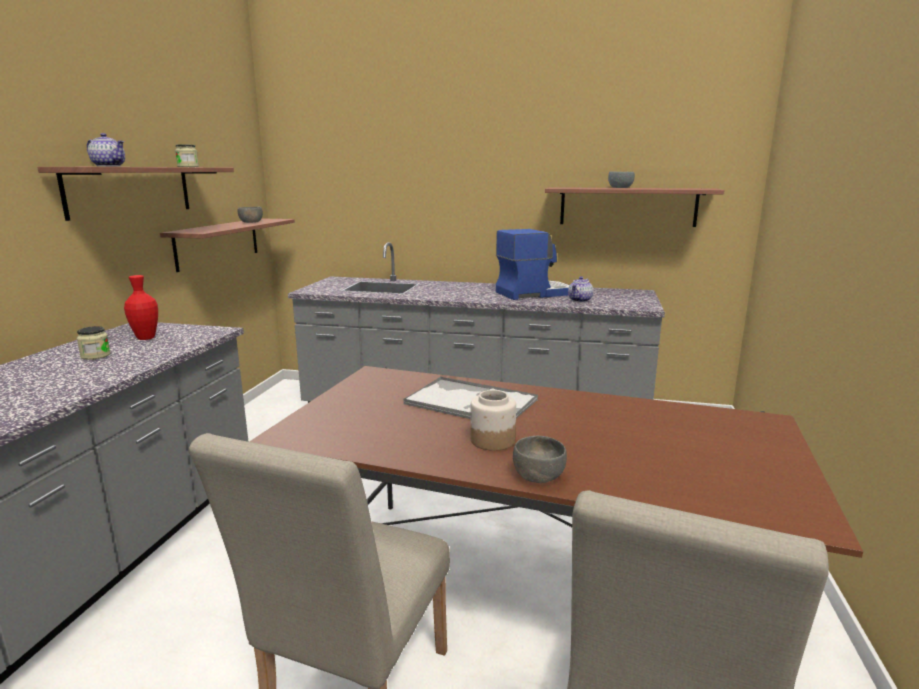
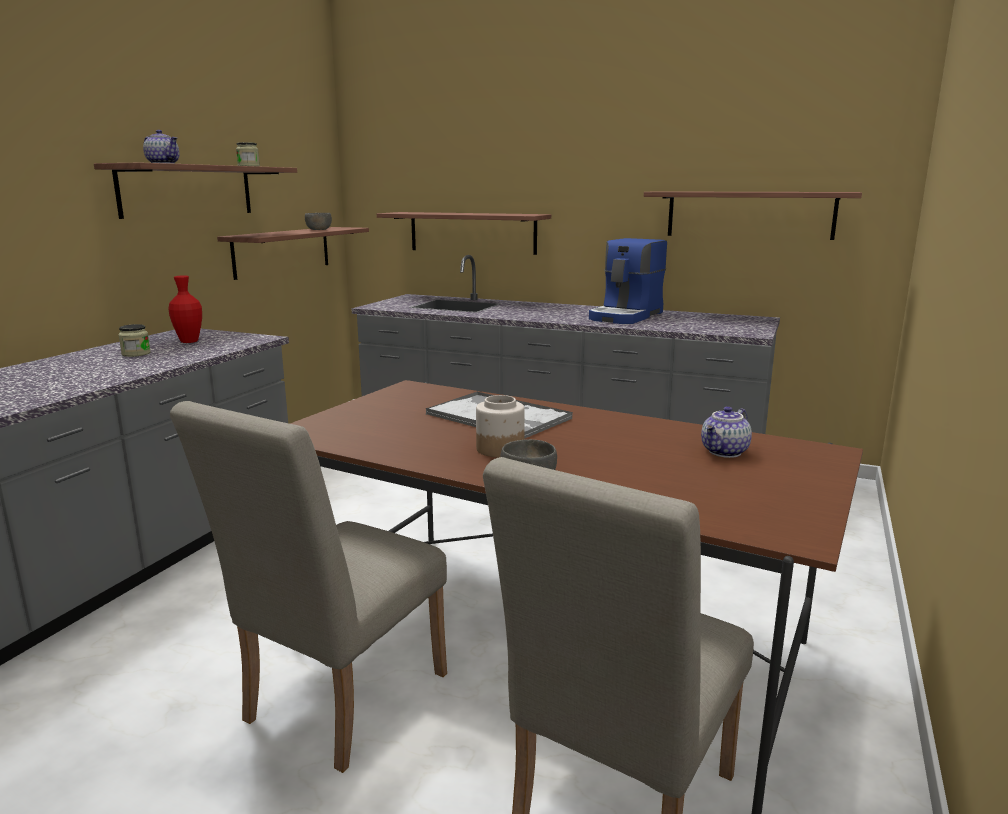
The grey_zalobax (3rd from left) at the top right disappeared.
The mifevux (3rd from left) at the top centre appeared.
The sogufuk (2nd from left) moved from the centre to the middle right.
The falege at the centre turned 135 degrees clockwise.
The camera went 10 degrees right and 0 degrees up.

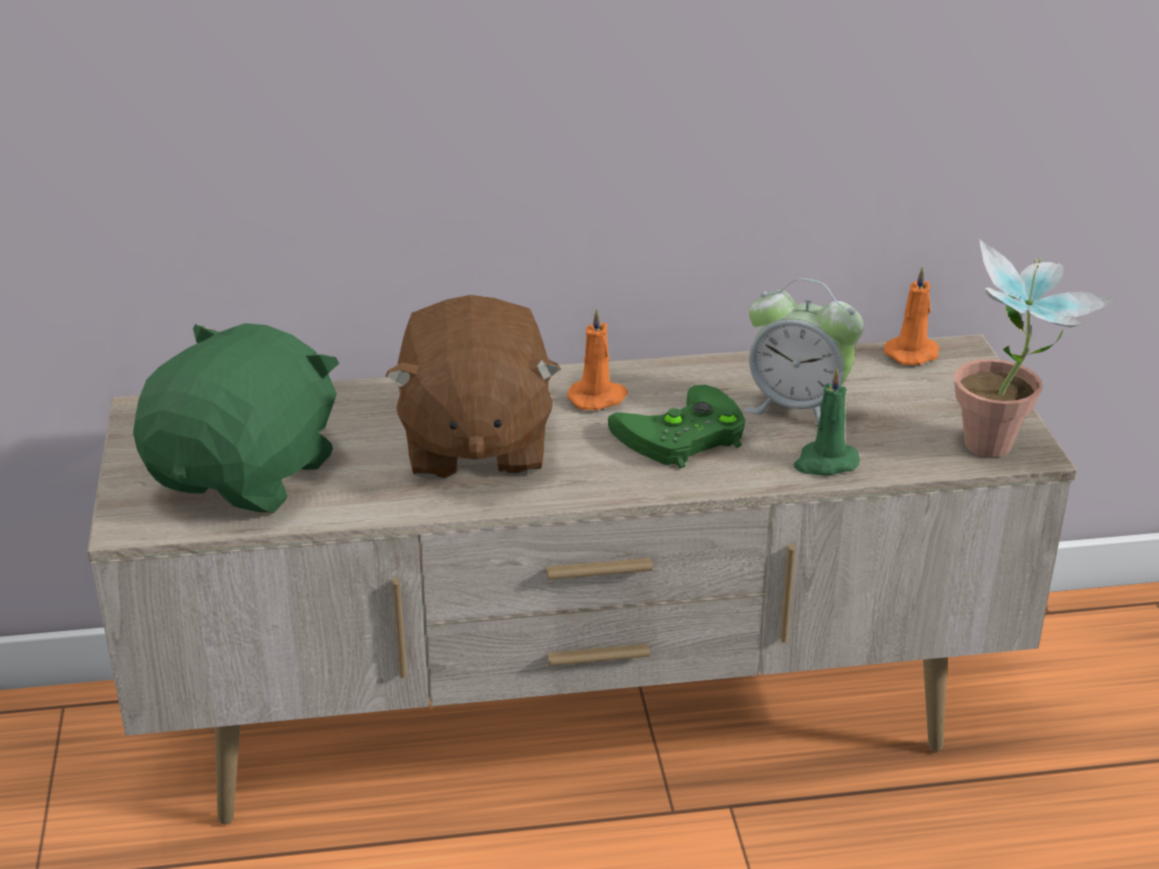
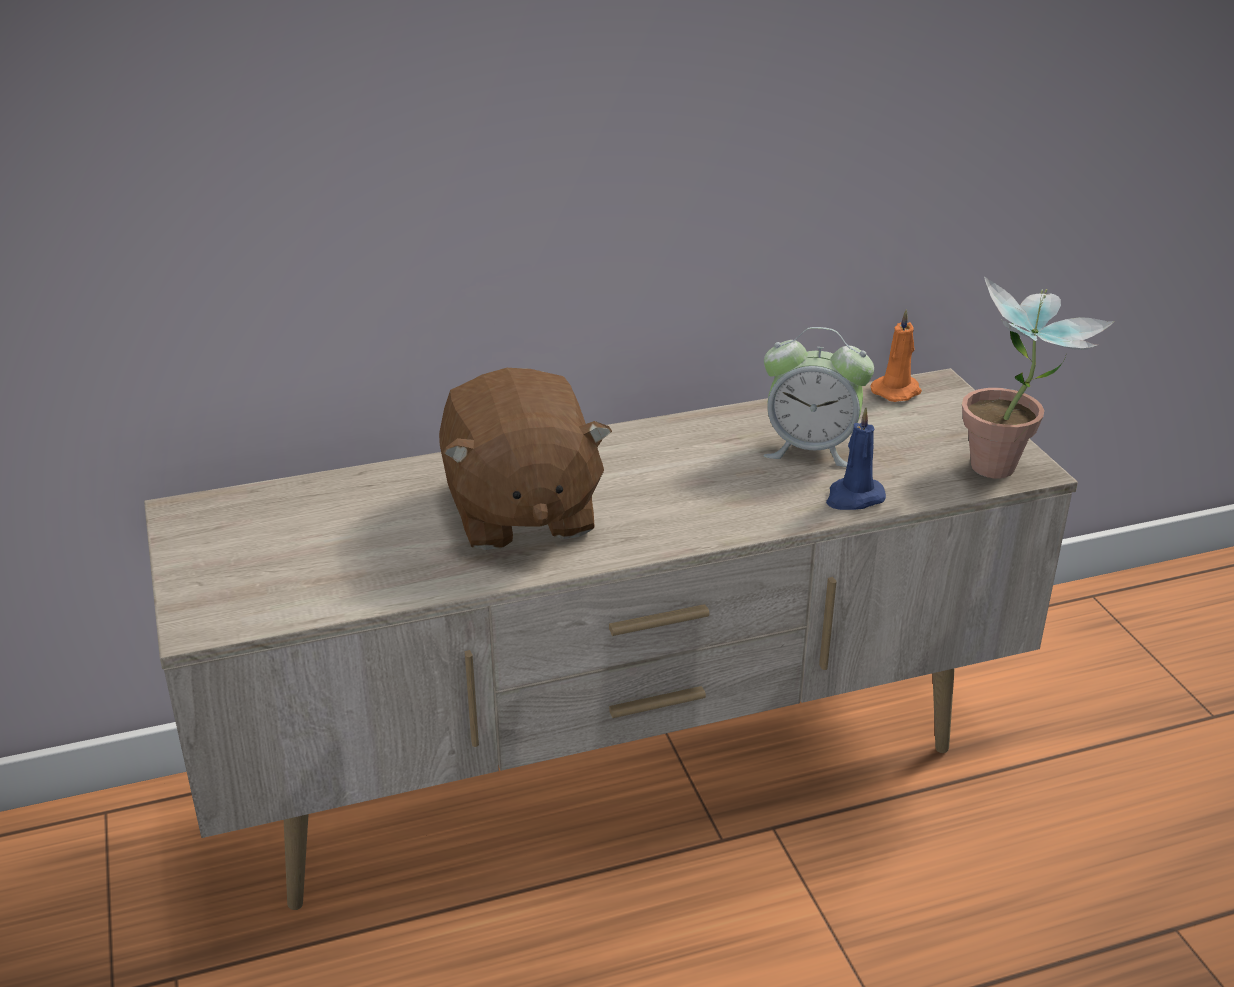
The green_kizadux at the middle left disappeared.
The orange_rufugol (1st from left) at the centre disappeared.
The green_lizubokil at the centre disappeared.
The green_rufugol at the middle right became the blue_rufugol at the middle right.
The camera went 10 degrees left and 0 degrees up.

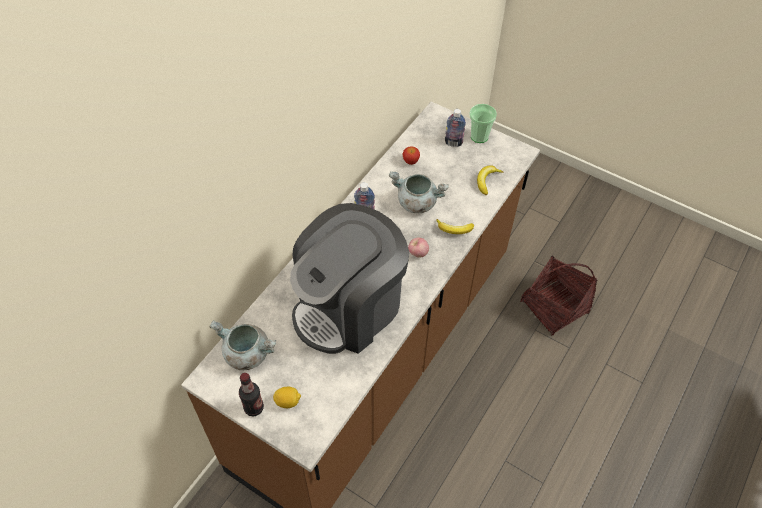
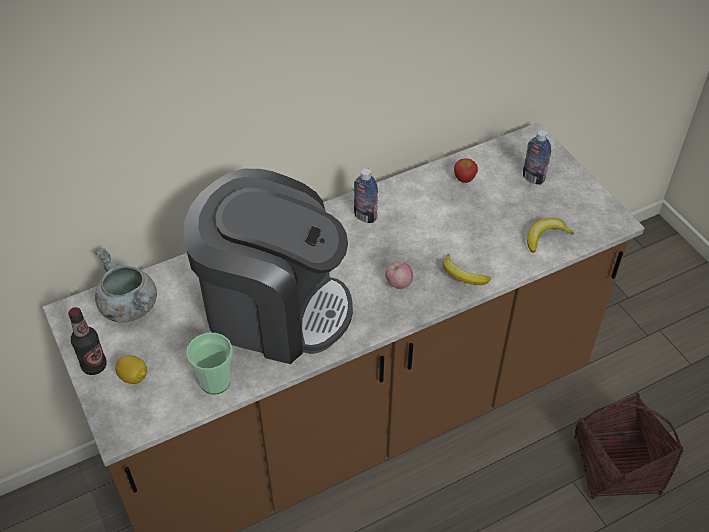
The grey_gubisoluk (2nd from left) at the centre disappeared.
The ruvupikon moved from the top centre to the bottom left.
The falege at the centre turned 150 degrees counterclockwise.
The camera went 30 degrees right and 5 degrees down.

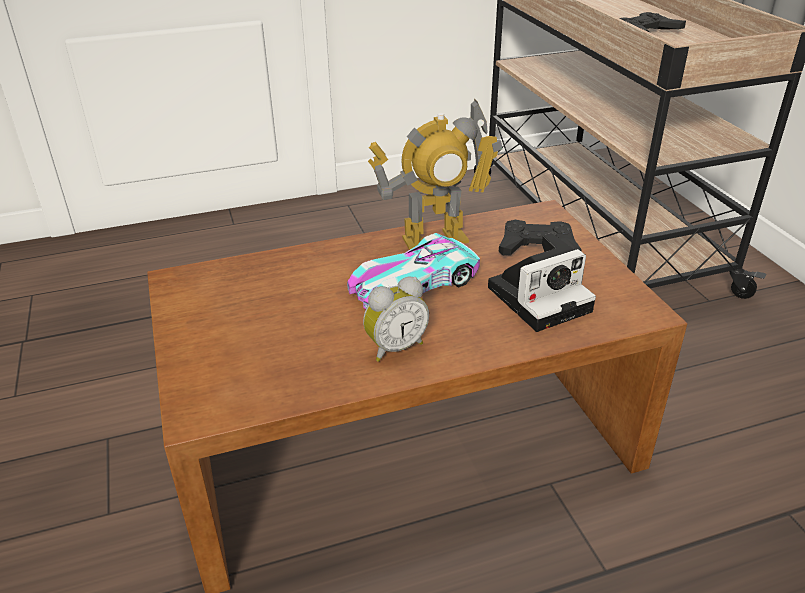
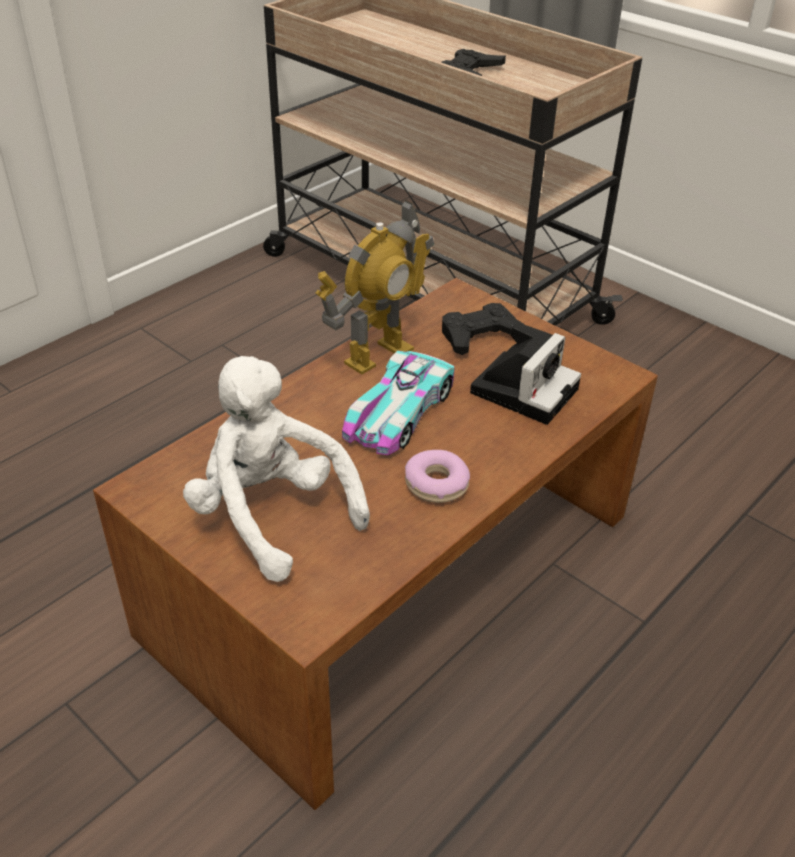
The white_kizadux at the centre appeared.
The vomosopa at the centre was replaced by the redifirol at the centre.
The camera went 30 degrees left and 5 degrees up.

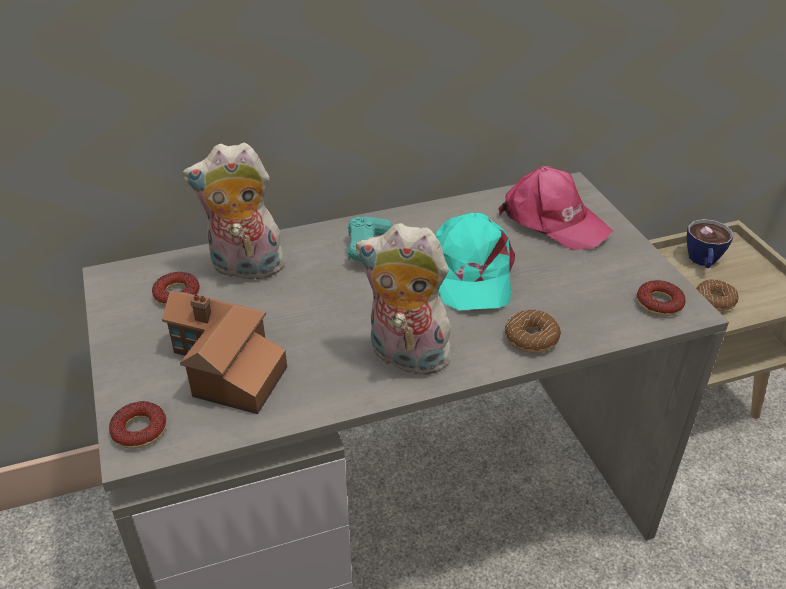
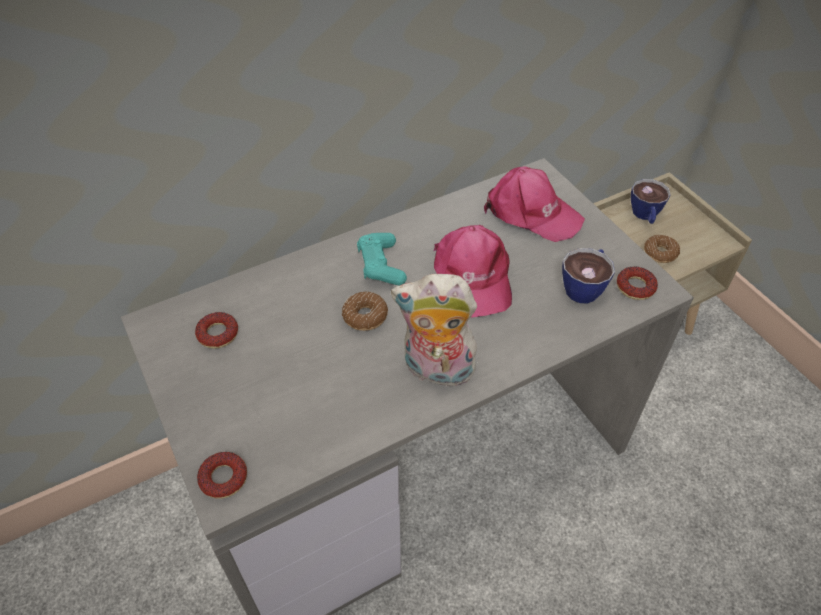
The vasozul at the middle left disappeared.
The kizadux (1st from left) at the middle left disappeared.
The ruvupikon (1st from left) at the middle right appeared.
The redifirol (3rd from left) moved from the middle right to the centre.
The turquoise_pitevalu at the centre became the pink_pitevalu (1st from left) at the centre.
The camera went 10 degrees left and 10 degrees up.

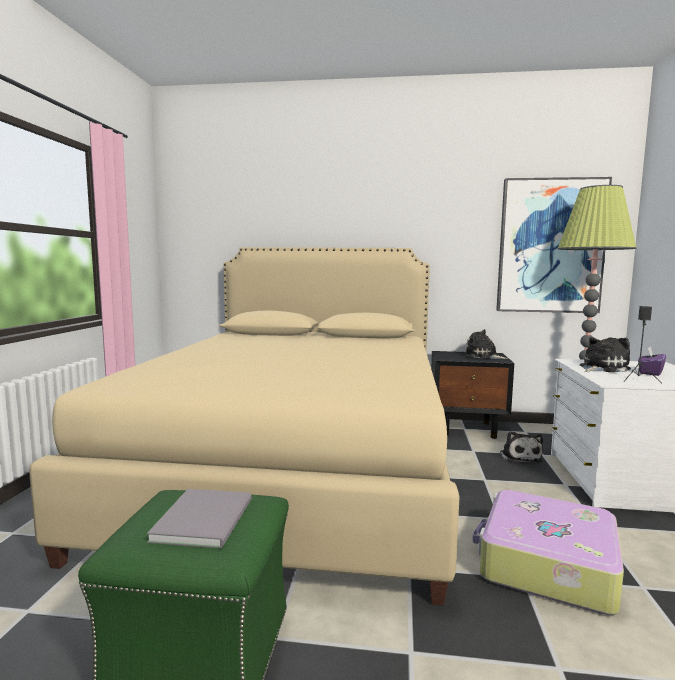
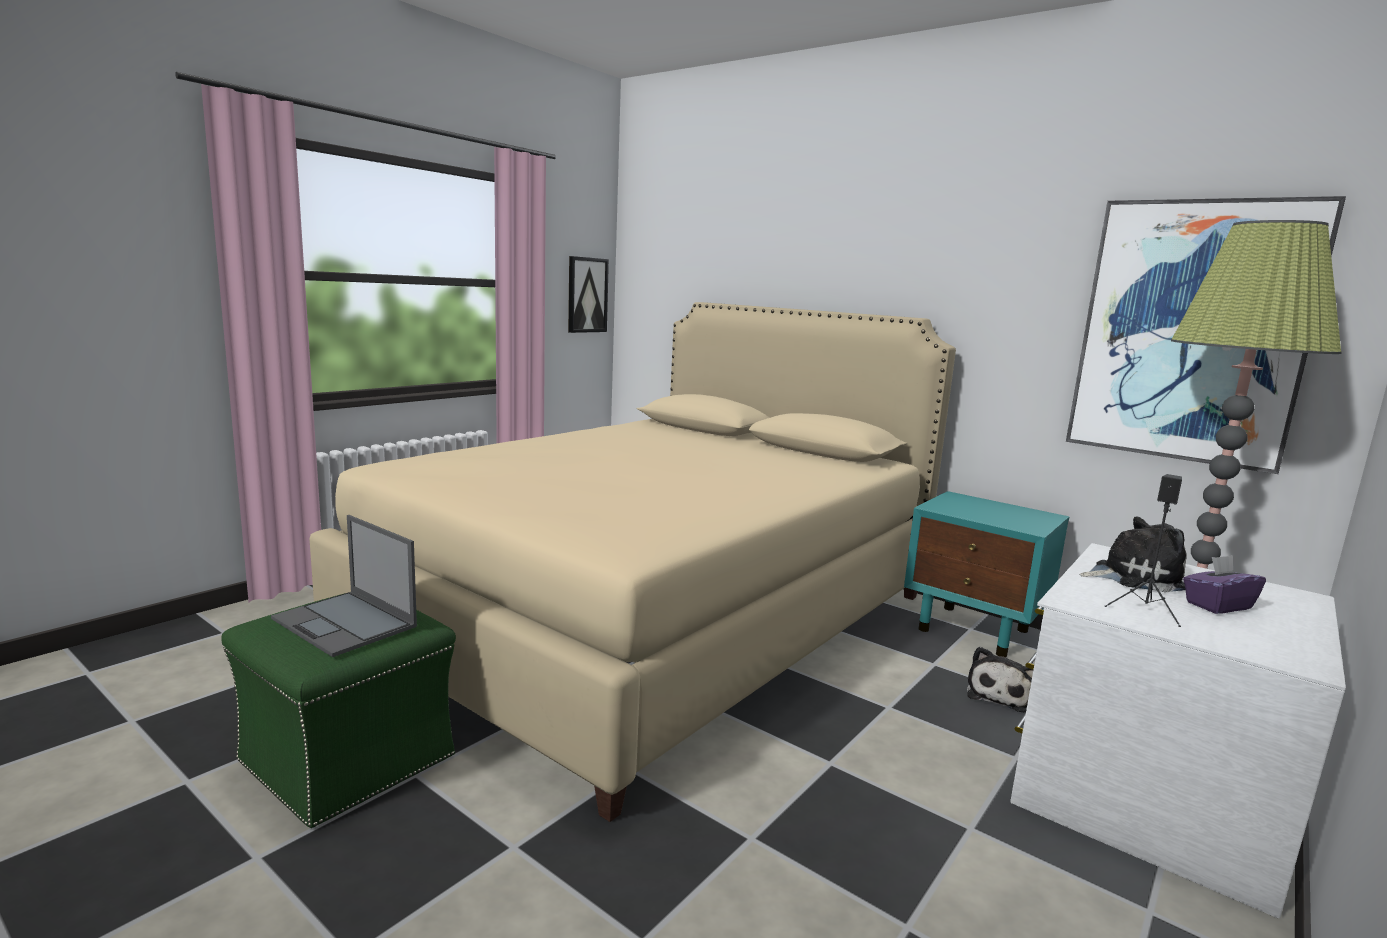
The kizadux (1st from left) at the middle right disappeared.
The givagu at the bottom right disappeared.
The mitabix (1st from left) at the top centre appeared.
The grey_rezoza at the bottom left was replaced by the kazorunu at the middle left.
The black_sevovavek at the middle right became the turquoise_sevovavek at the middle right.
The camera went 30 degrees right and 5 degrees up.

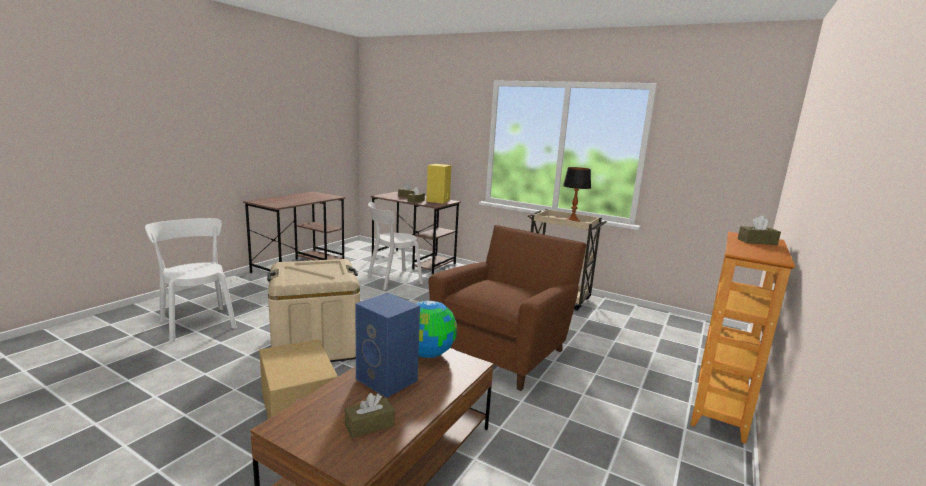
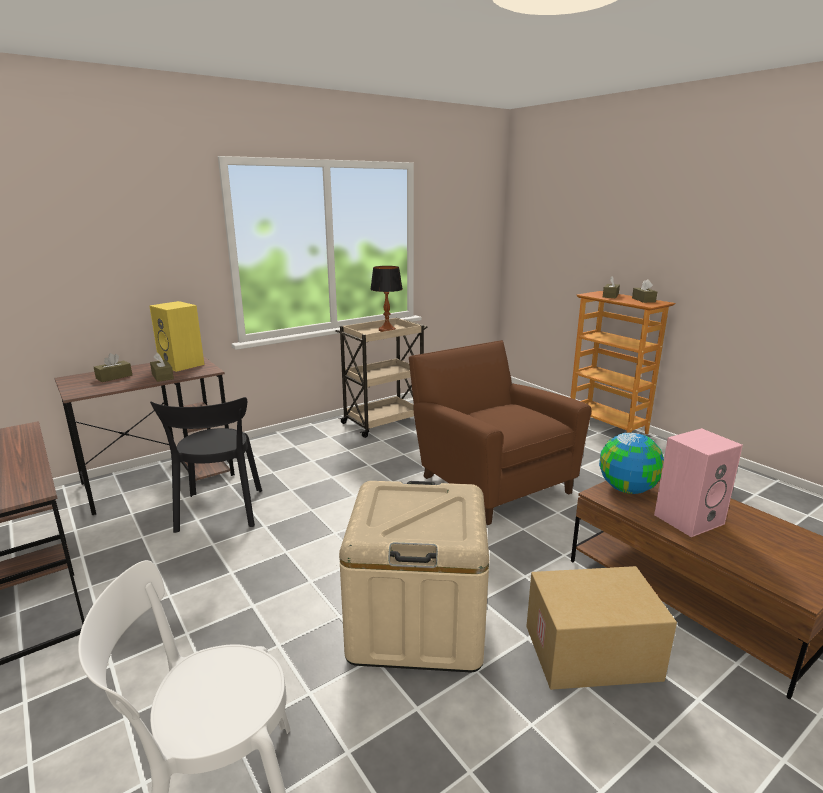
The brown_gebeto (1st from left in the first image) moved from the bottom centre to the middle right.
The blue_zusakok at the bottom centre became the pink_zusakok at the middle right.
The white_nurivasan (2nd from left) at the centre became the black_nurivasan at the middle left.
The camera went 65 degrees left and 5 degrees up.

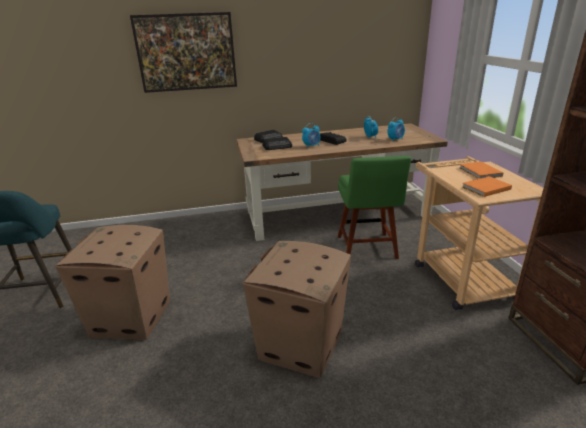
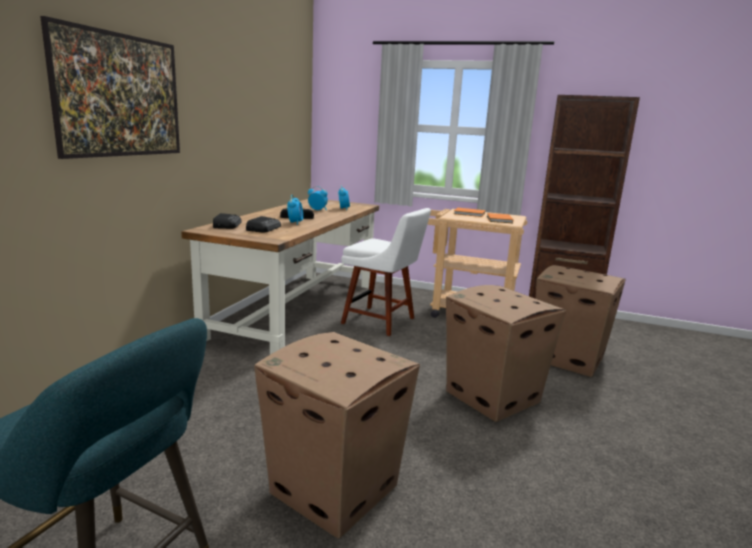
The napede (3rd from left) at the middle right appeared.
The green_nurivasan at the centre became the white_nurivasan at the centre.
The camera went 60 degrees left and 10 degrees down.

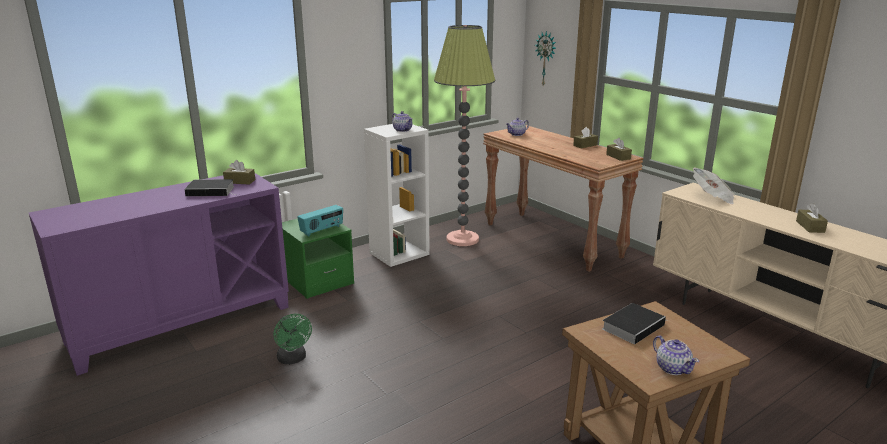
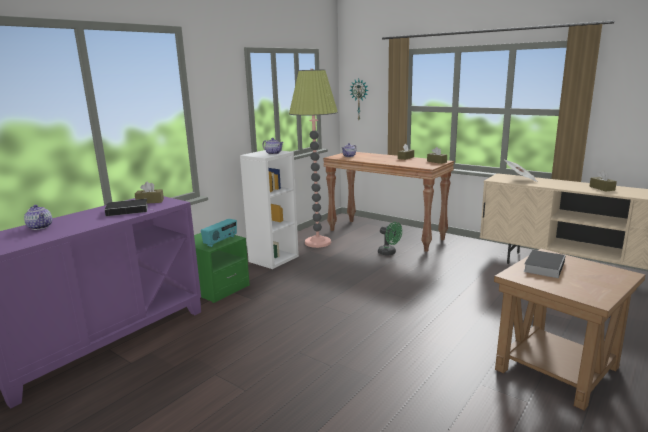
The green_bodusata moved from the bottom left to the centre.
The sogufuk (3rd from left in the first image) moved from the bottom right to the middle left.
The camera went 15 degrees left and 5 degrees down.

